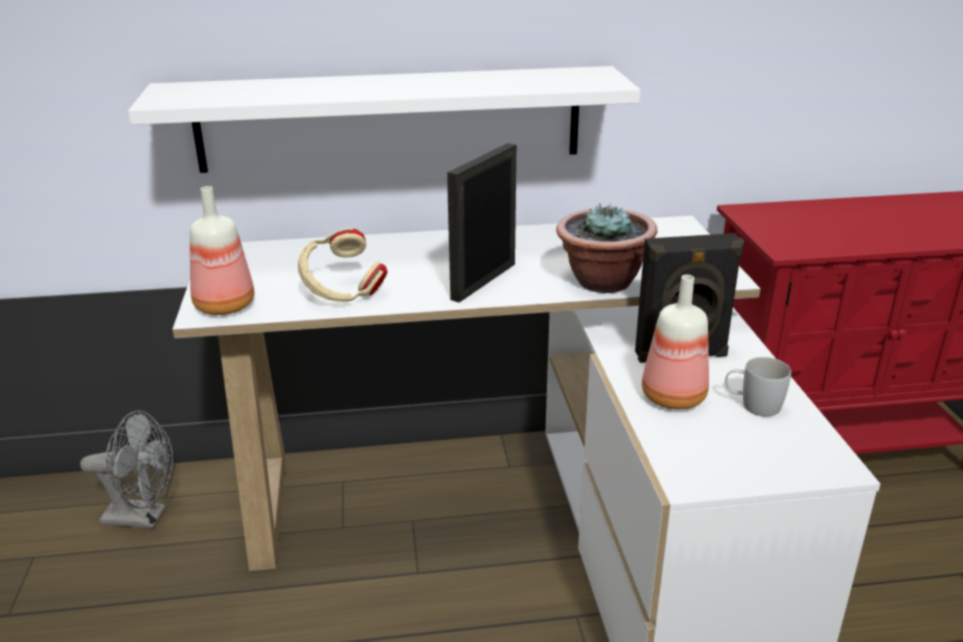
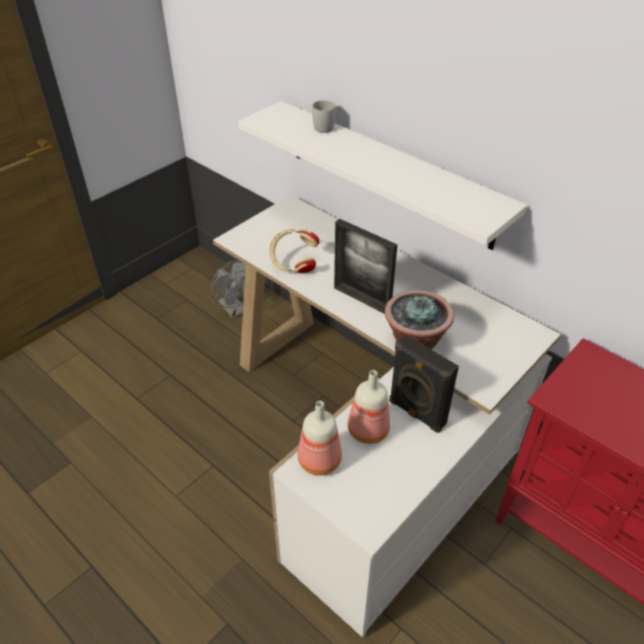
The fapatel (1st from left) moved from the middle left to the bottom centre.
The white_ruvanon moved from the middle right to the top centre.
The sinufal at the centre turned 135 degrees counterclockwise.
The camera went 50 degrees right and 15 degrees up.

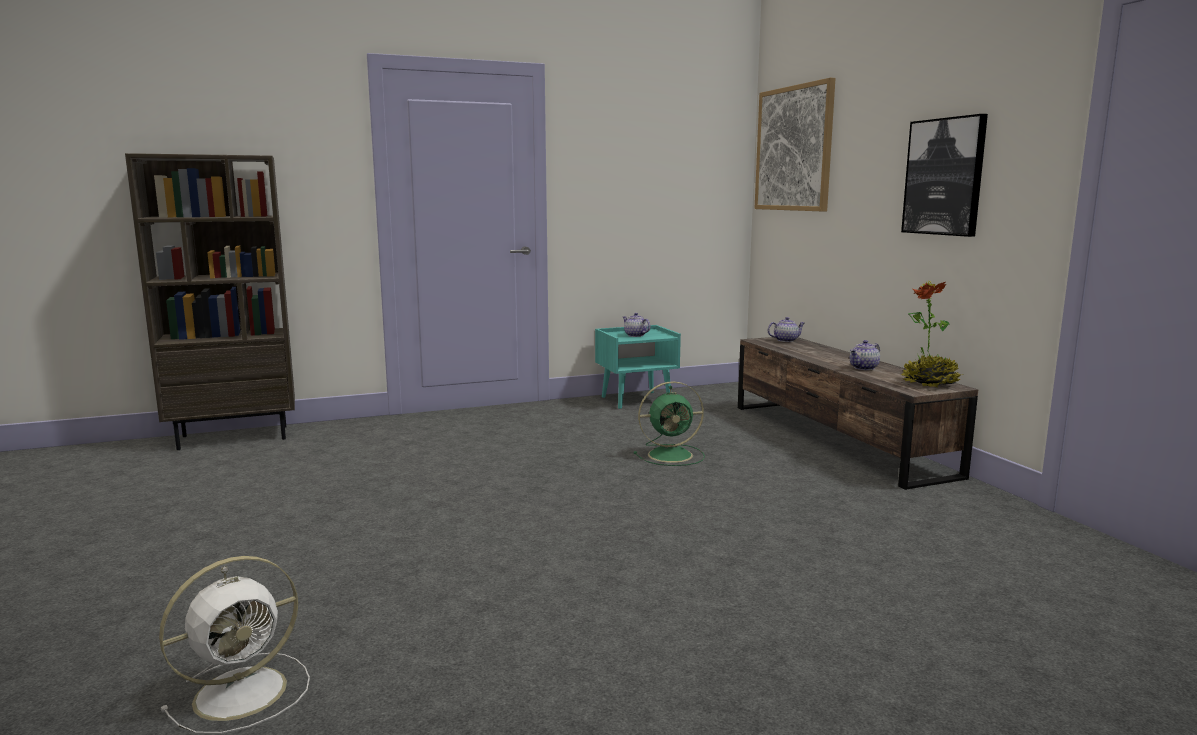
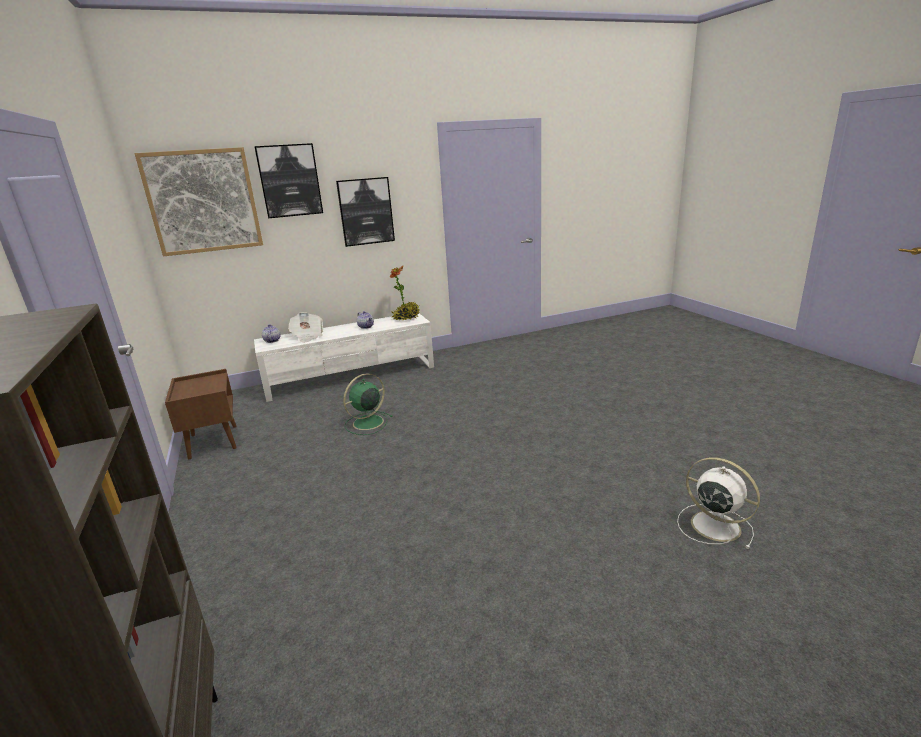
The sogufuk (1st from left) at the centre disappeared.
The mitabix (2nd from left) at the top left appeared.
The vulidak at the middle left appeared.
The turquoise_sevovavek at the centre became the brown_sevovavek at the middle left.
The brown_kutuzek at the middle right became the white_kutuzek at the centre.
The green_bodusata at the centre turned 120 degrees counterclockwise.
The camera went 90 degrees left and 10 degrees up.

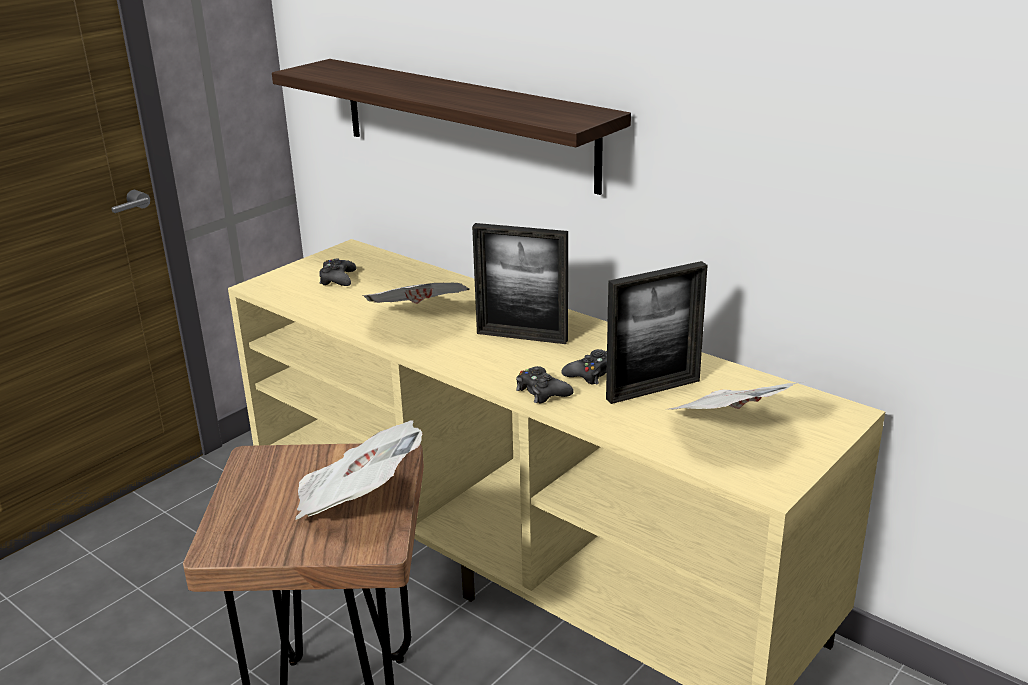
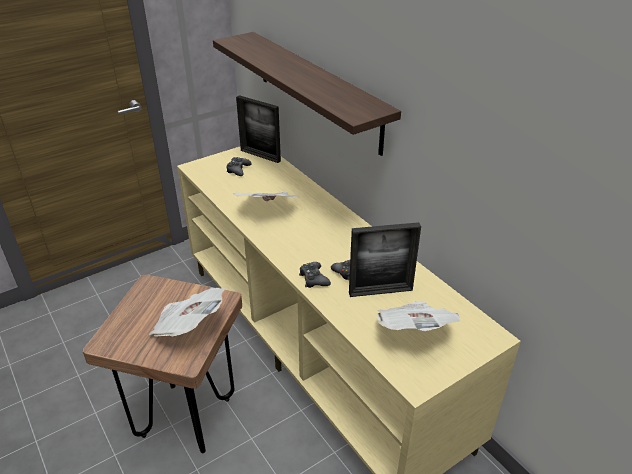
The sinufal (1st from left) moved from the centre to the top centre.
The camera went 15 degrees right and 10 degrees up.

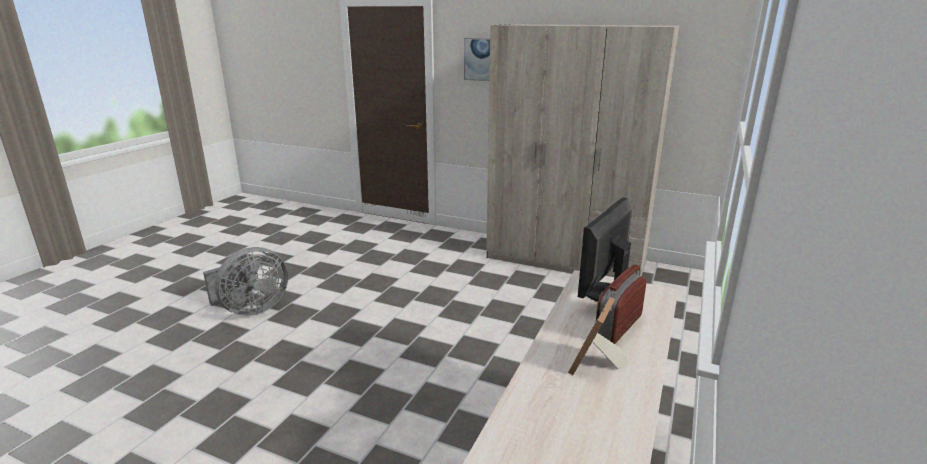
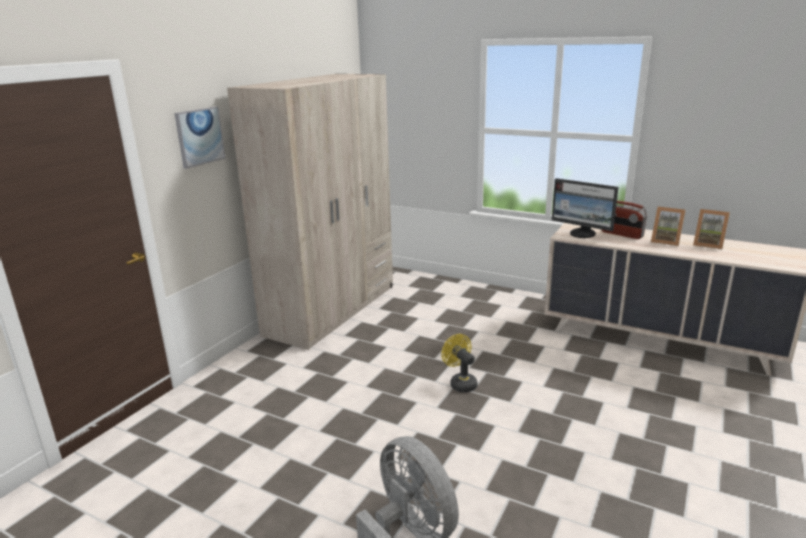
The yellow_bodusata at the bottom centre appeared.
The sinufal (2nd from left) at the middle right appeared.
The camera went 85 degrees left and 0 degrees up.

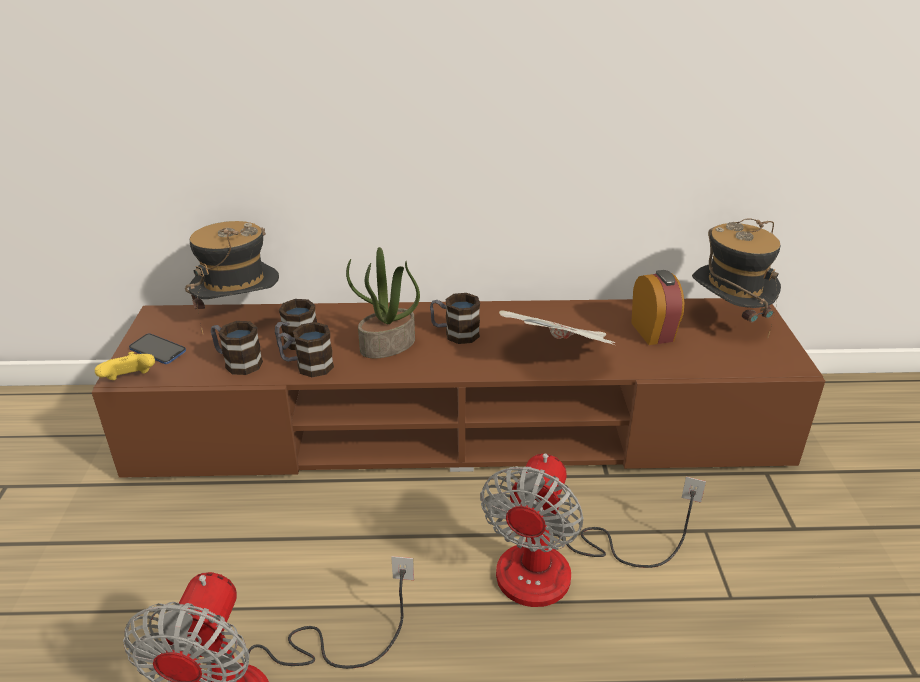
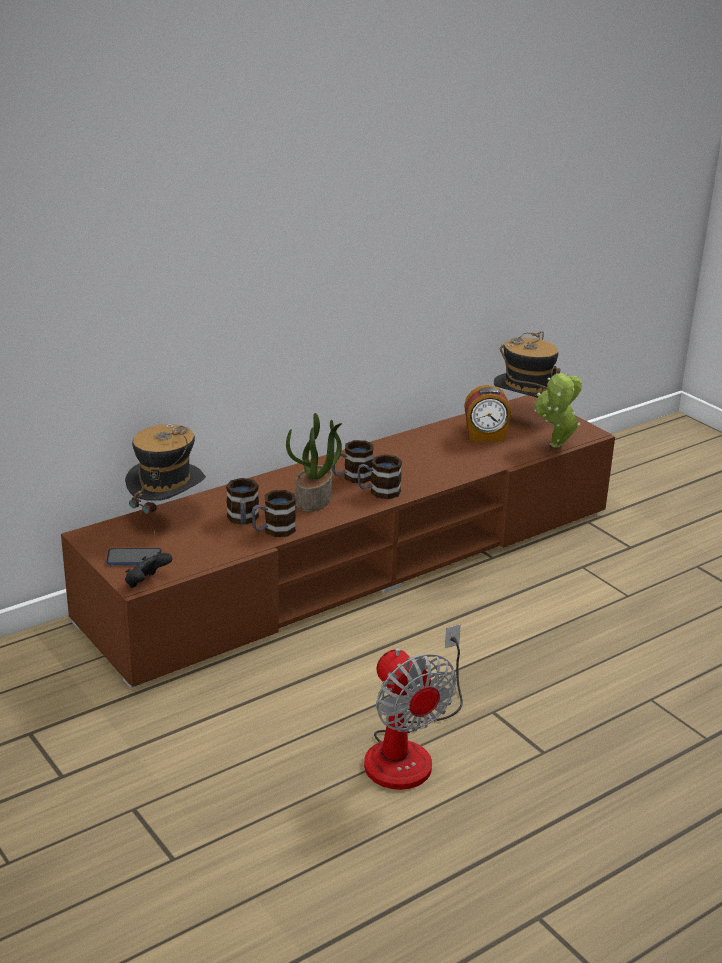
The bodusata (2nd from left) at the bottom centre disappeared.
The vulidak at the centre disappeared.
The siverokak (2nd from left) at the middle right appeared.
The ruvanon (1st from left in the first image) moved from the middle left to the centre.
The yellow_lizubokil at the middle left became the black_lizubokil at the middle left.
The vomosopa at the middle right turned 135 degrees clockwise.
The camera went 35 degrees left and 5 degrees down.

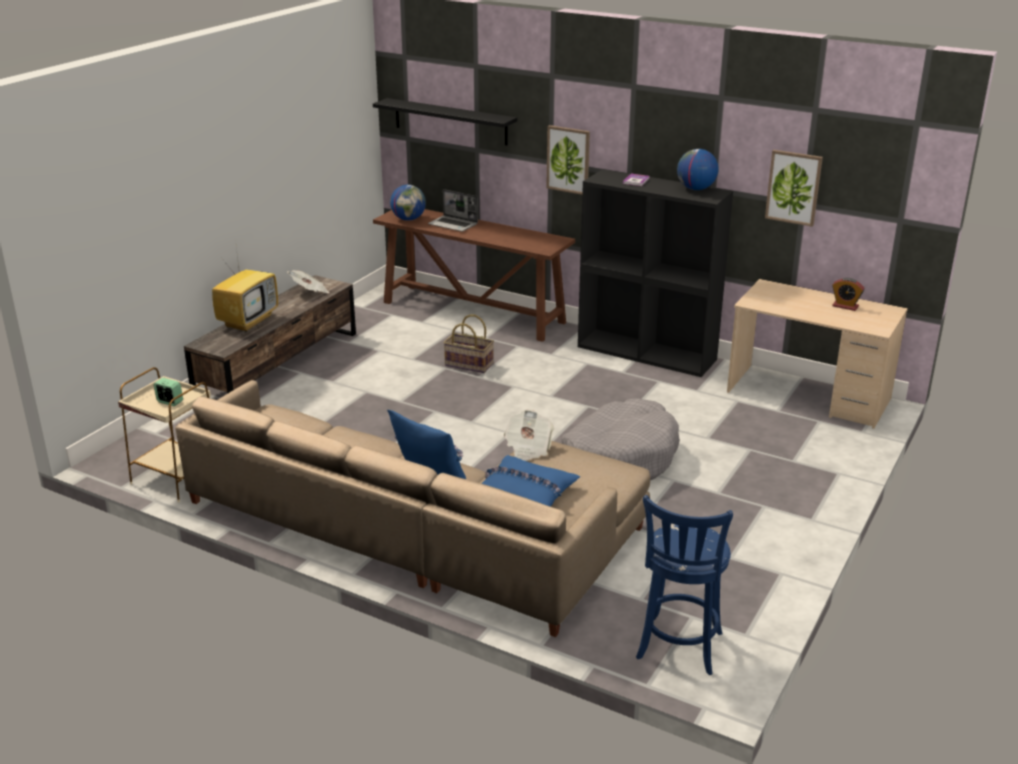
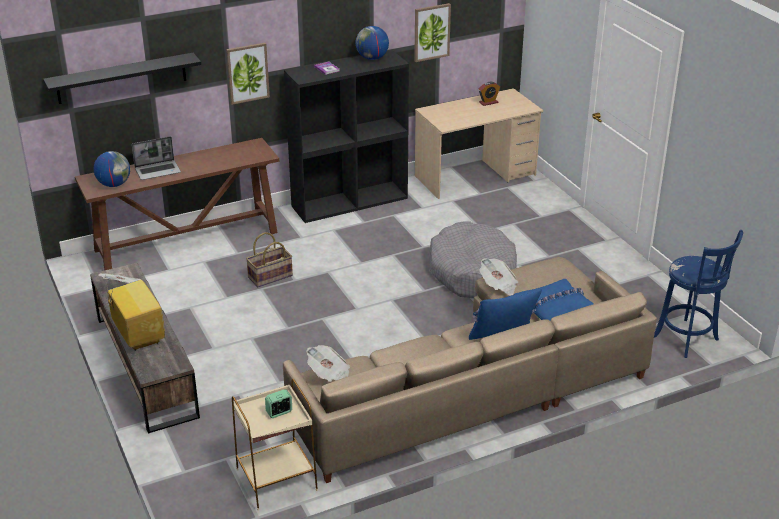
The vulidak (2nd from left) at the bottom centre appeared.
The camera went 55 degrees left and 5 degrees up.

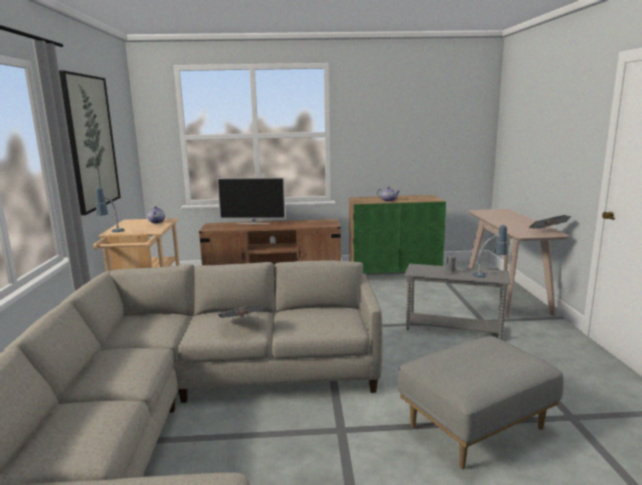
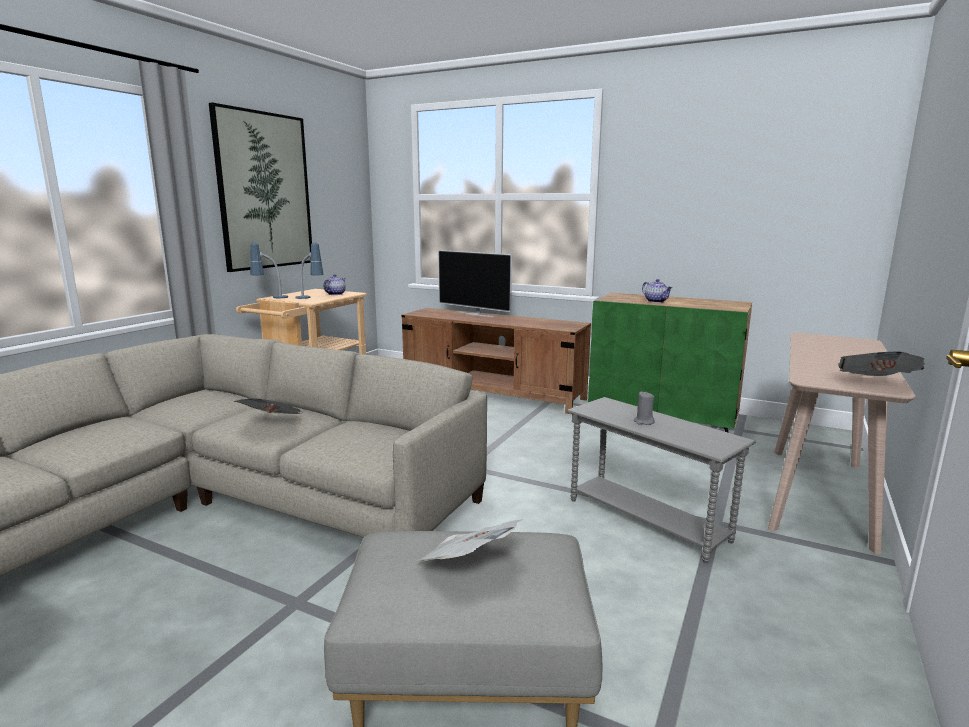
The vulidak (2nd from left) at the bottom centre appeared.
The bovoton (2nd from left) moved from the middle right to the middle left.
The camera went 30 degrees right and 0 degrees up.

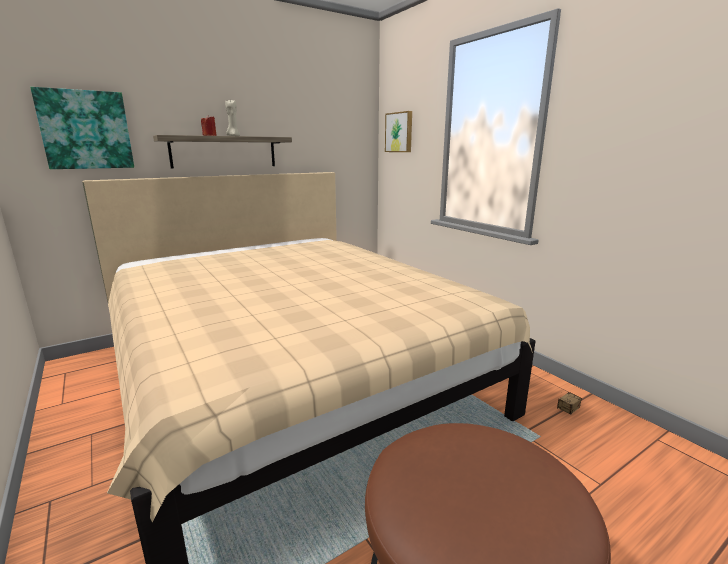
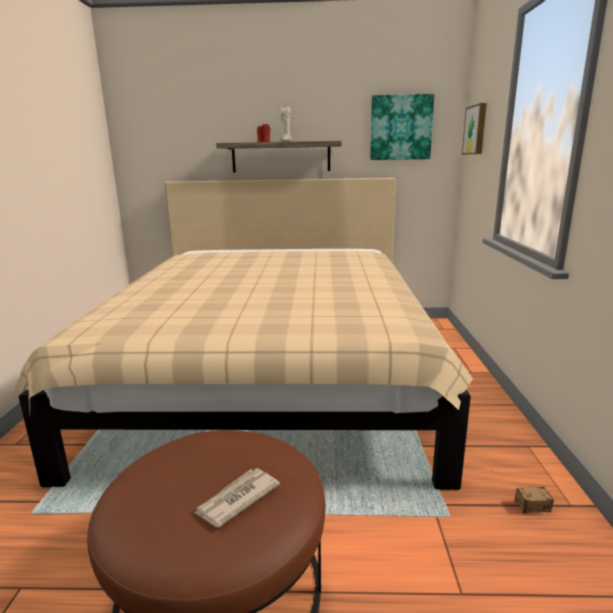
The vulidak at the bottom centre appeared.
The mitabix (1st from left) moved from the top left to the top centre.
The camera went 35 degrees right and 0 degrees up.

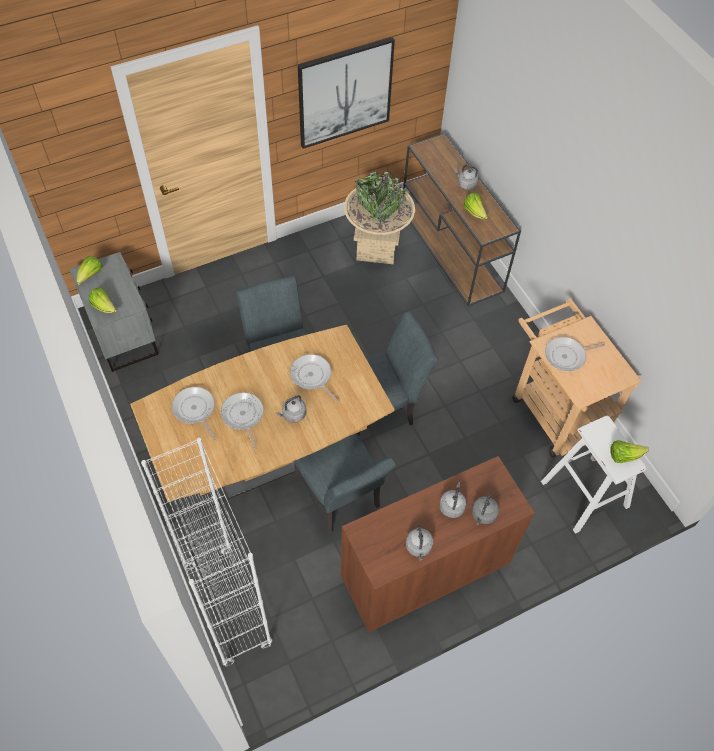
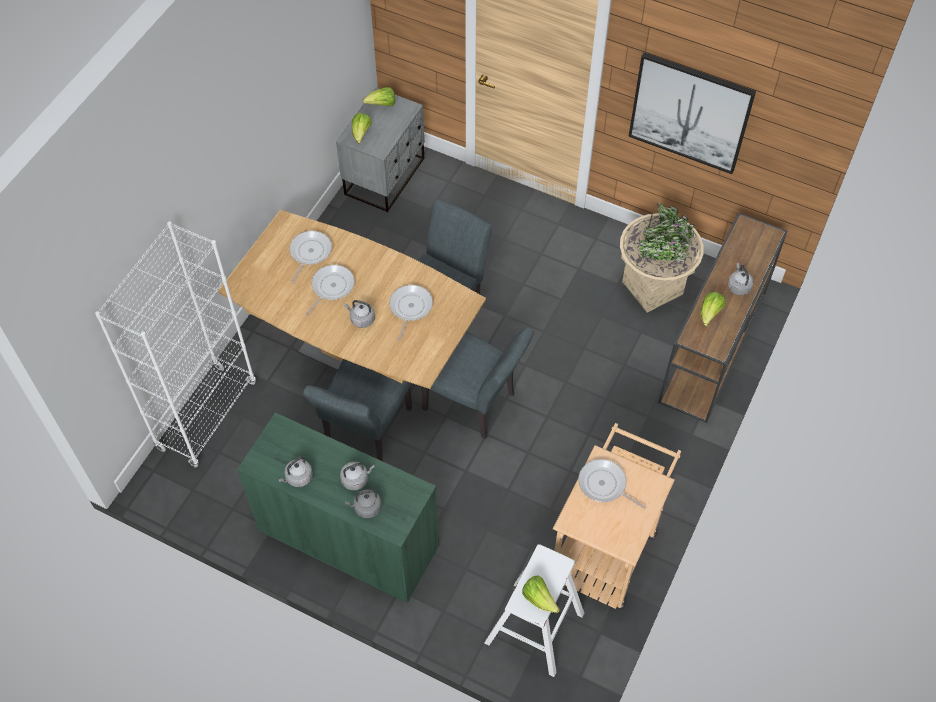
The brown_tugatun at the bottom centre became the green_tugatun at the bottom centre.
The camera went 55 degrees right and 0 degrees up.

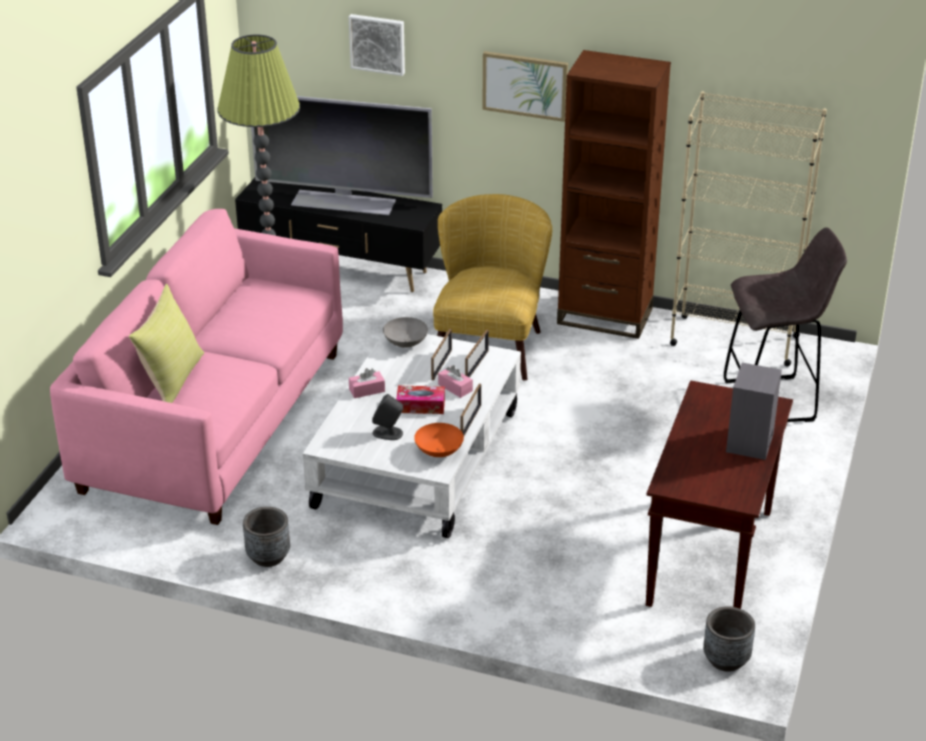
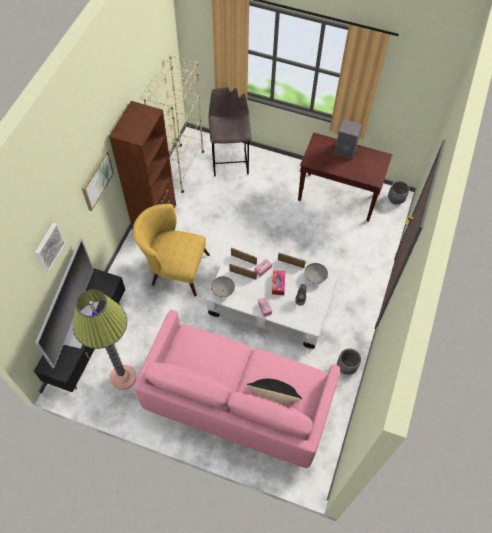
The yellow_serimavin at the middle left became the black_serimavin at the bottom centre.
The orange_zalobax at the centre became the grey_zalobax (2nd from left) at the centre.
The camera went 90 degrees left and 25 degrees up.

